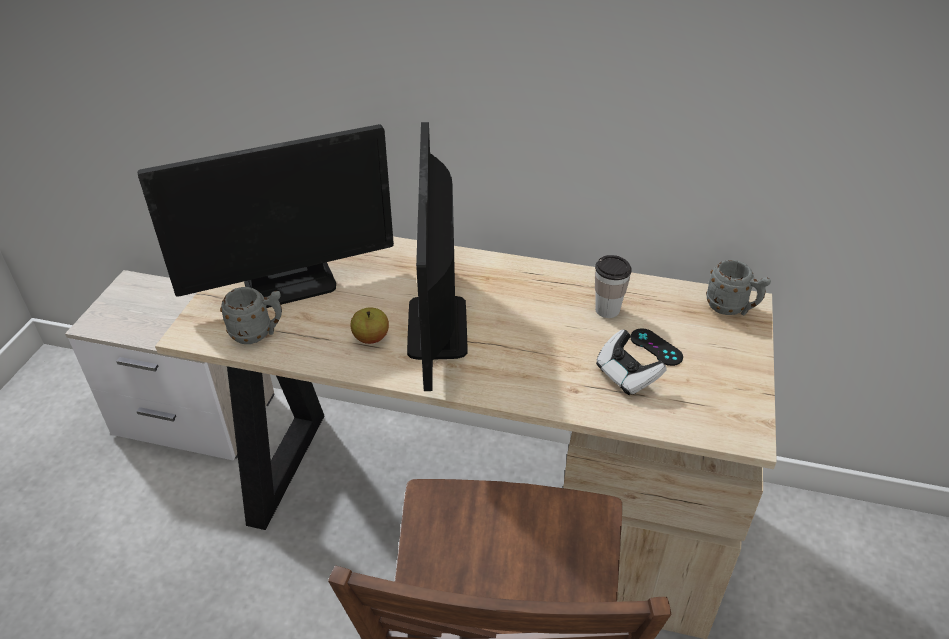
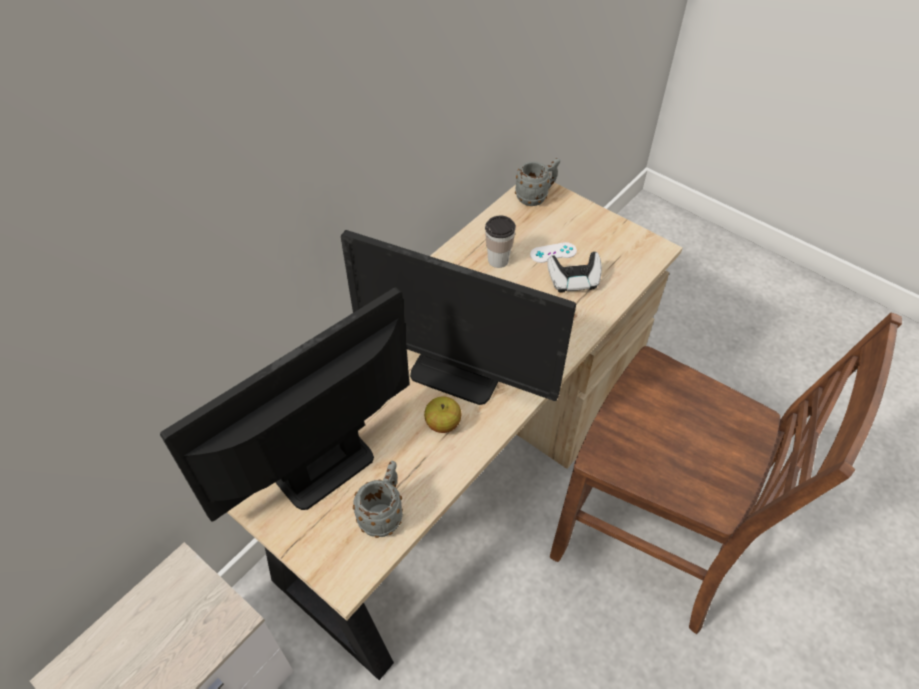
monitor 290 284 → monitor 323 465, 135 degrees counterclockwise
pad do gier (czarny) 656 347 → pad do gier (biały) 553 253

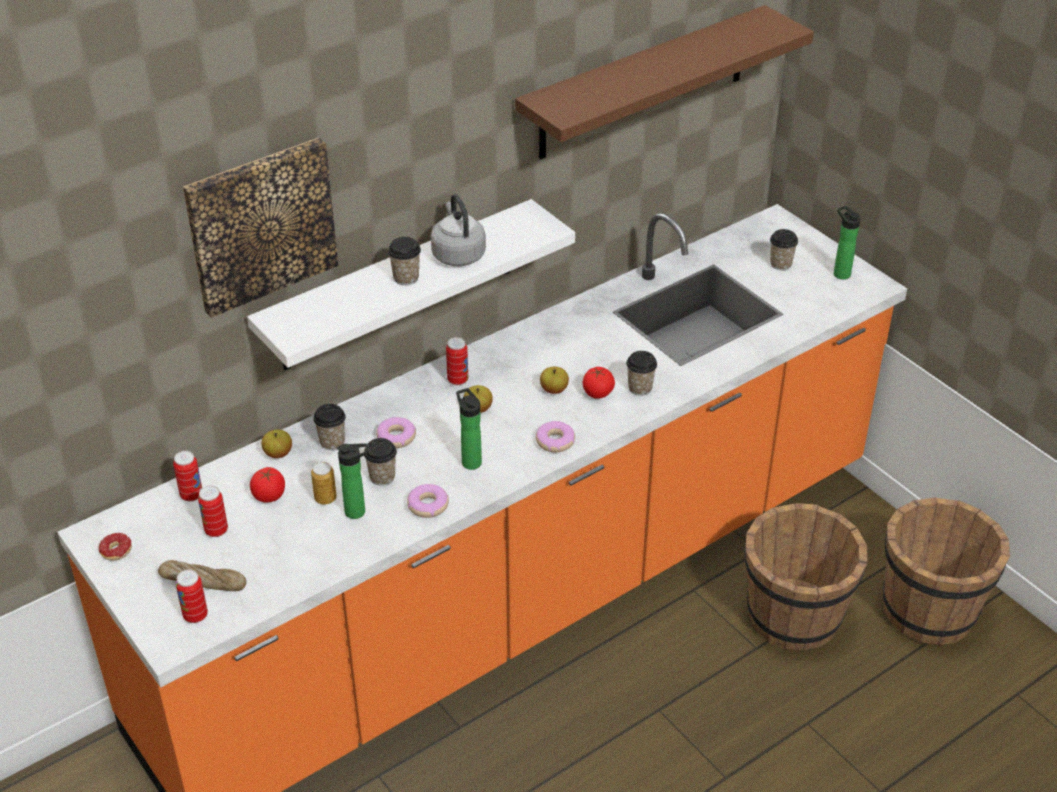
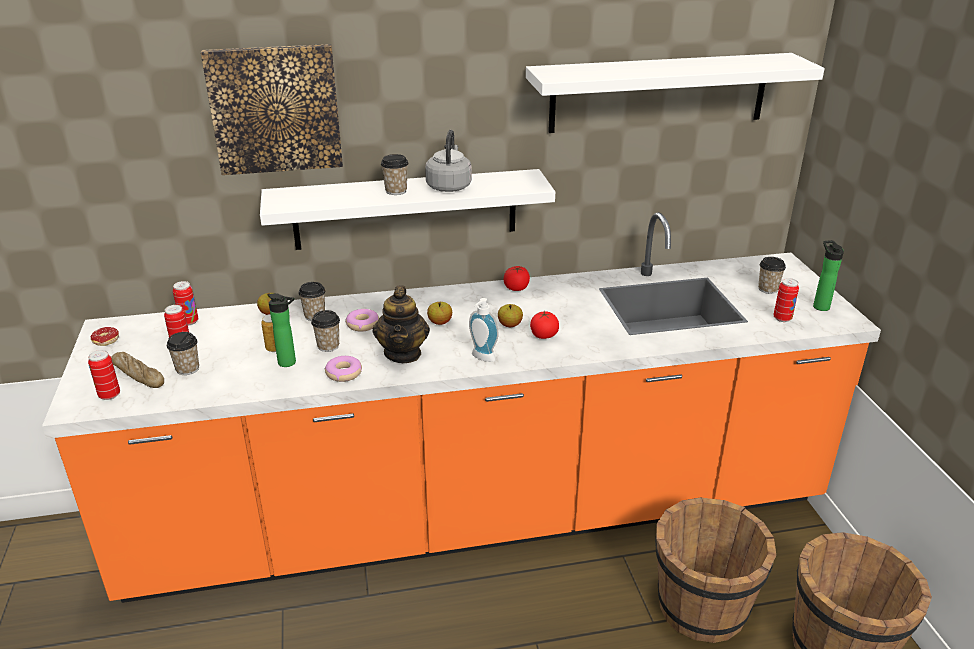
pomidor 269 495 → pomidor 516 288, shifted
puszka 457 380 → puszka 782 318, shifted
butelka 470 461 → imbryk 403 353
półka (brązowy) 643 83 → półka (biały) 659 93
donut 555 441 → dozownik mydła 481 358
filiżanka 640 388 → filiżanka 187 369, shifted

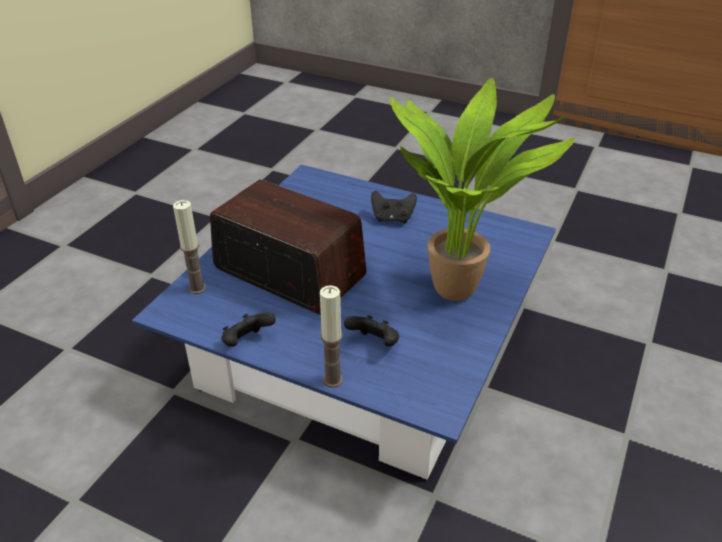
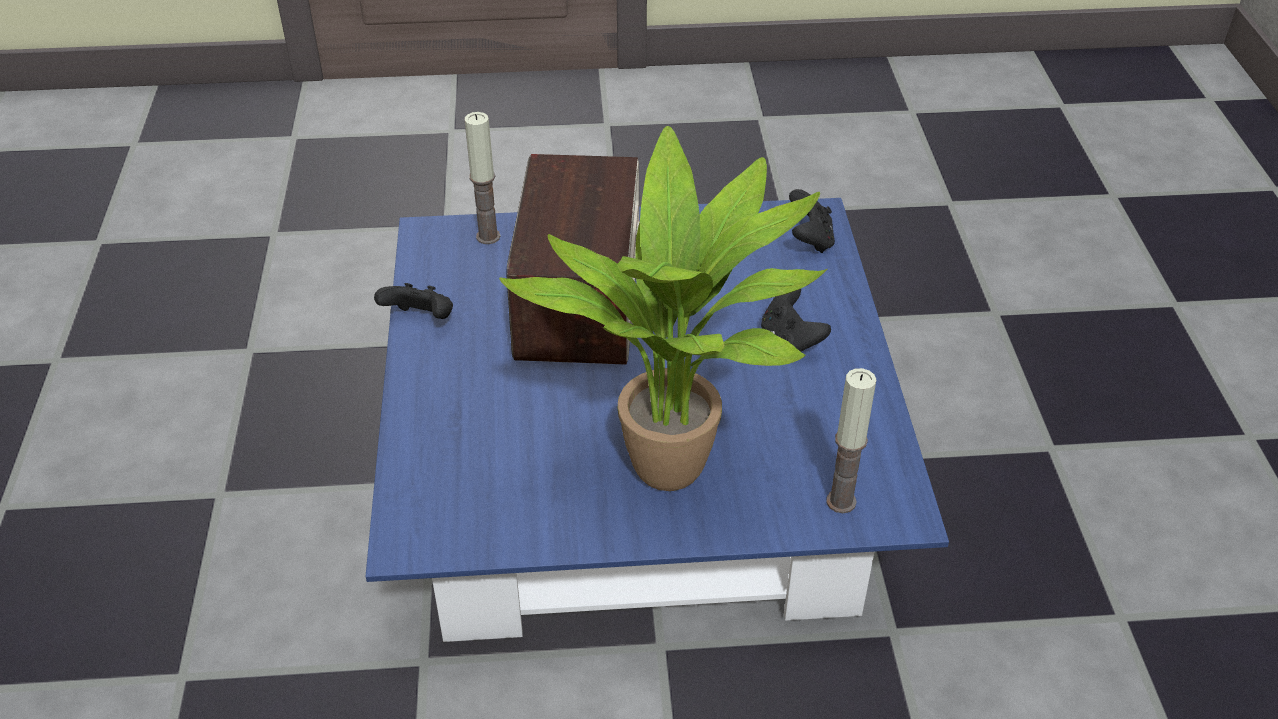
świeca 333 380 → świeca 841 501, shifted
pad do gier (czarny) 374 343 → pad do gier (czarny) 810 240, shifted

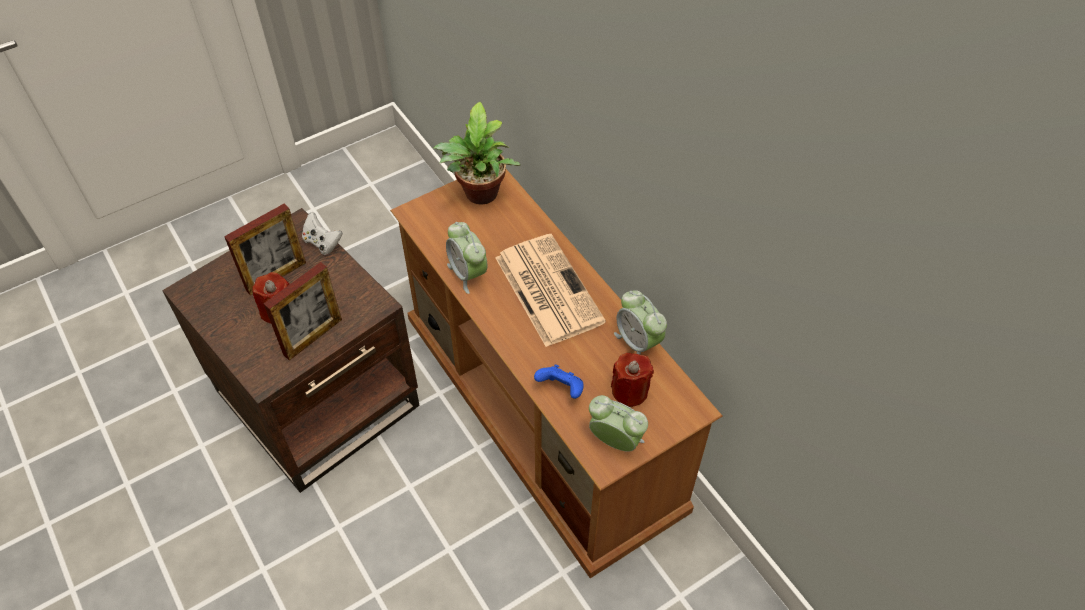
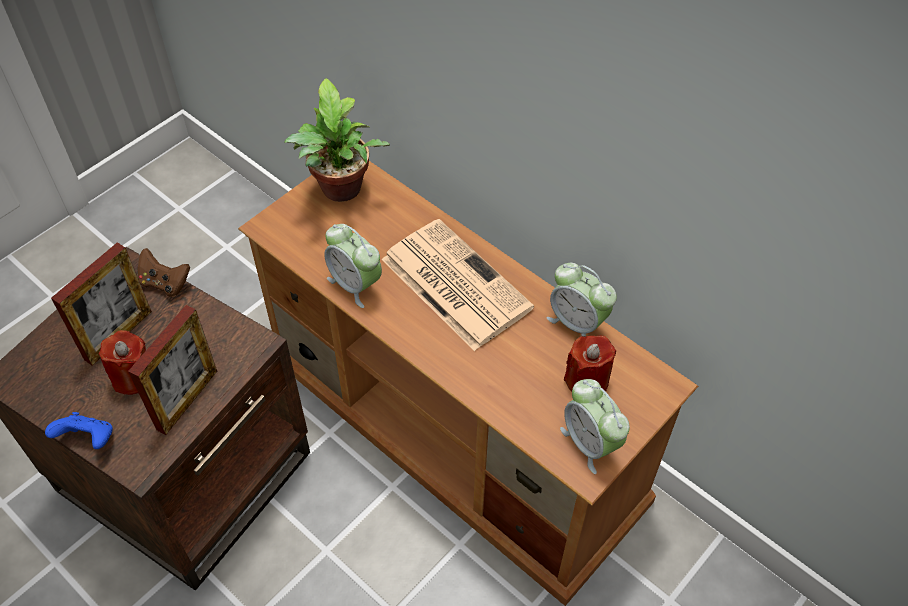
pad do gier (biały) 322 243 → pad do gier (brązowy) 165 283
pad do gier (niebieski) 561 389 → pad do gier (niebieski) 88 440, shifted
budzik 615 441 → budzik 590 443, 135 degrees counterclockwise

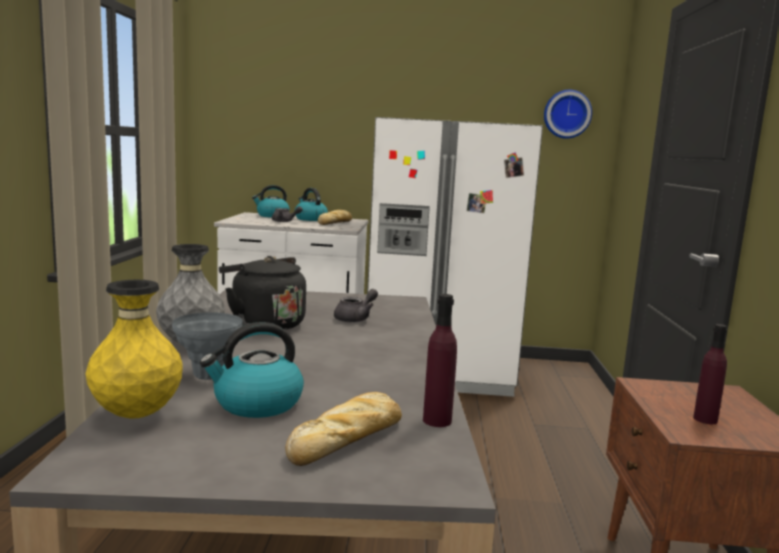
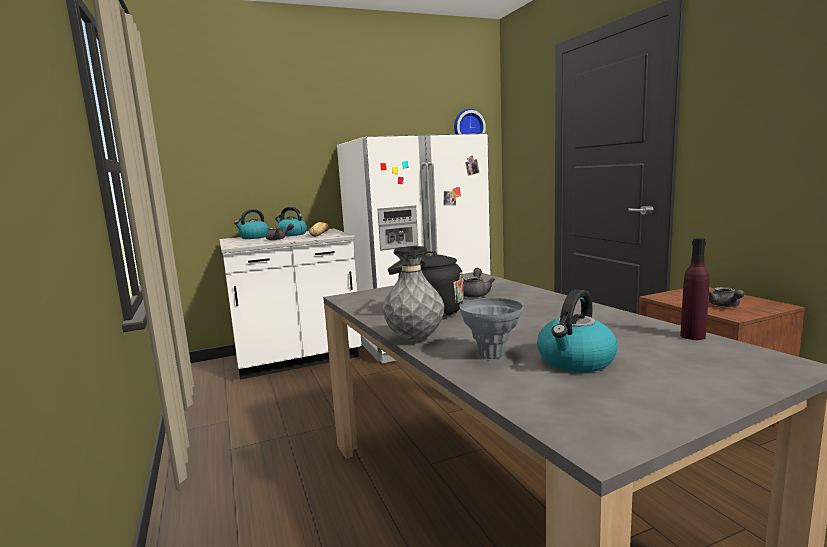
wazon (żółty) 137 415 → -
chleb 348 438 → -
butelka (fioletowy) 705 419 → imbryk (szary) 725 306

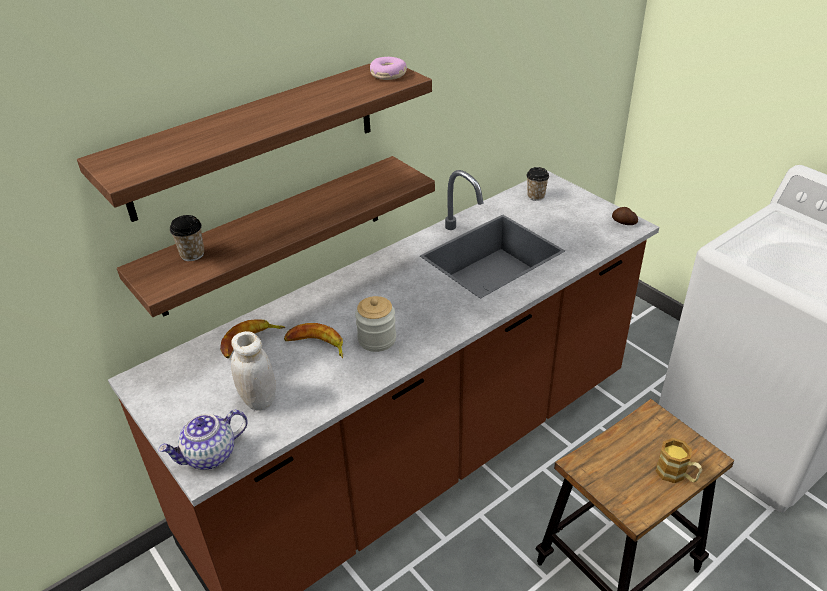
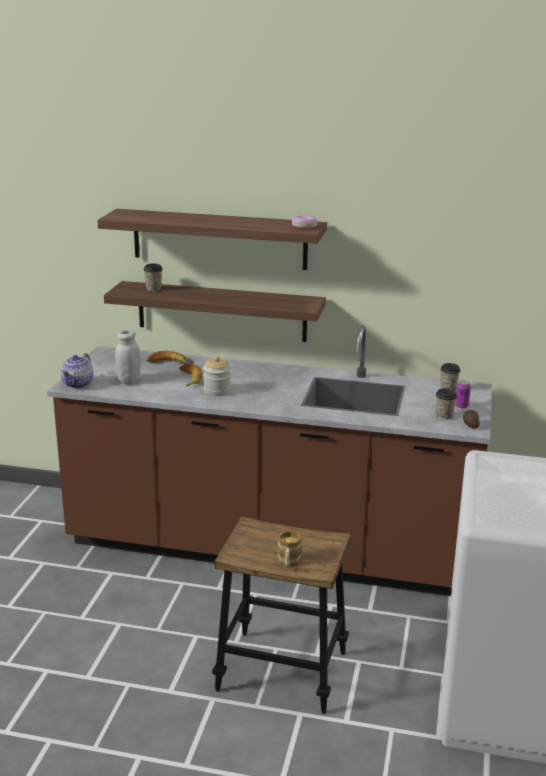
imbryk 210 456 → imbryk 78 384, 90 degrees counterclockwise
- → filiżanka 444 416
- → puszka 461 406

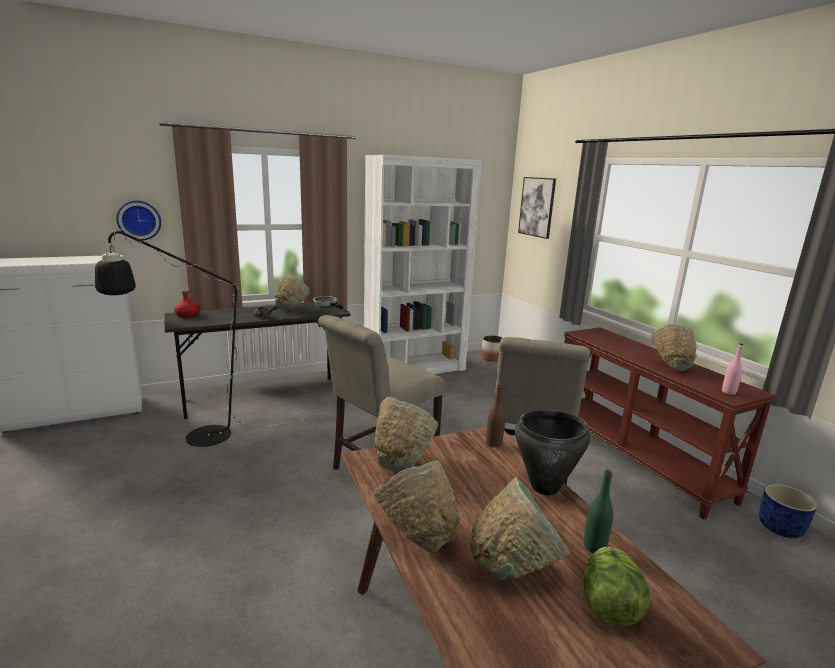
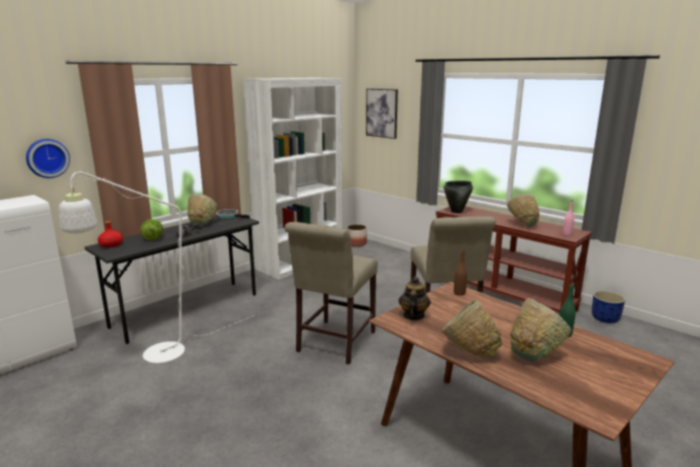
lampa stojąca (czarny) 196 438 → lampa stojąca (biały) 153 356
miska (zielony) 401 461 → imbryk 413 316
garnek (czarny) 545 487 → garnek (czarny) 457 211, shifted
sałata 609 606 → sałata 153 238, shifted

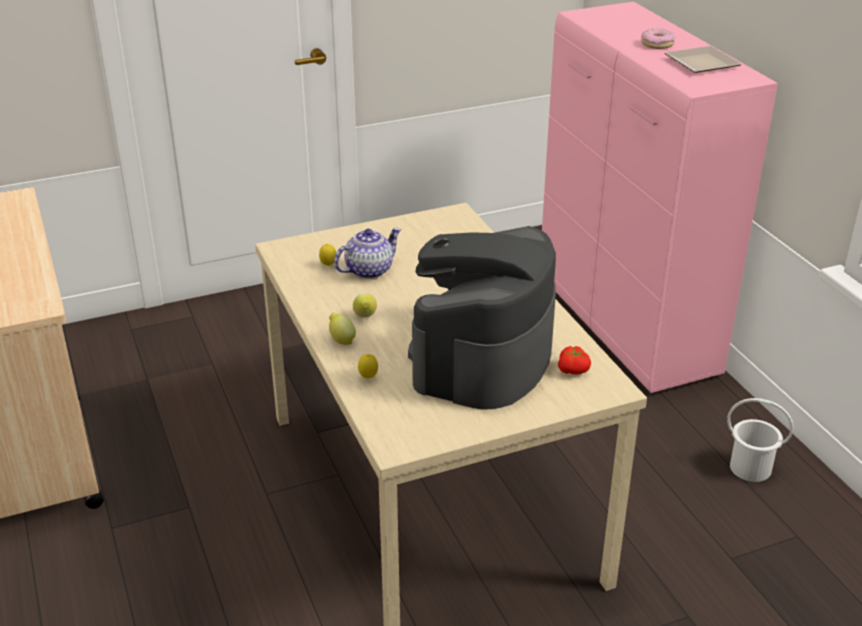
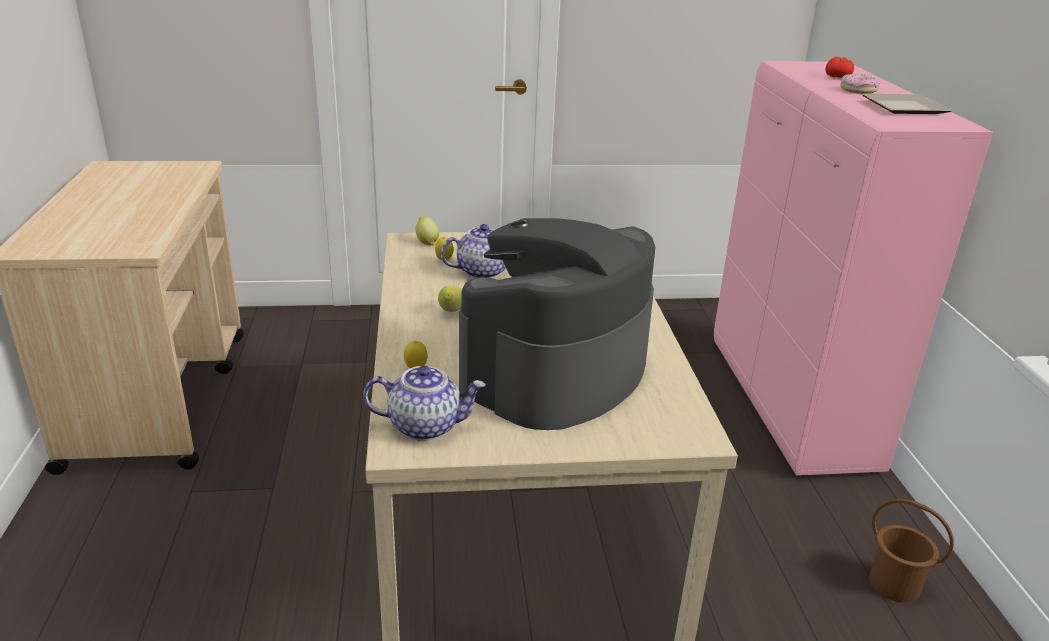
cytryna 341 340 → cytryna 426 242, shifted
pomidor 574 370 → pomidor 838 77, shifted
wiadro (biały) 750 467 → wiadro (brązowy) 894 583
- → imbryk 425 425

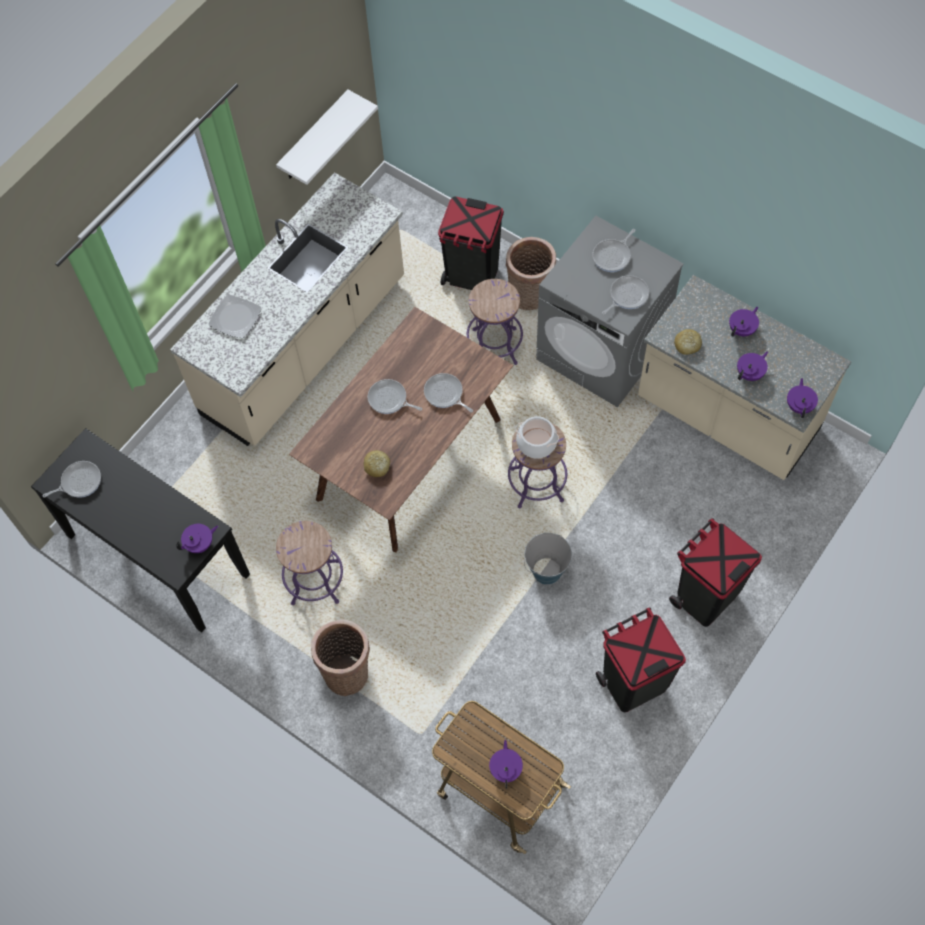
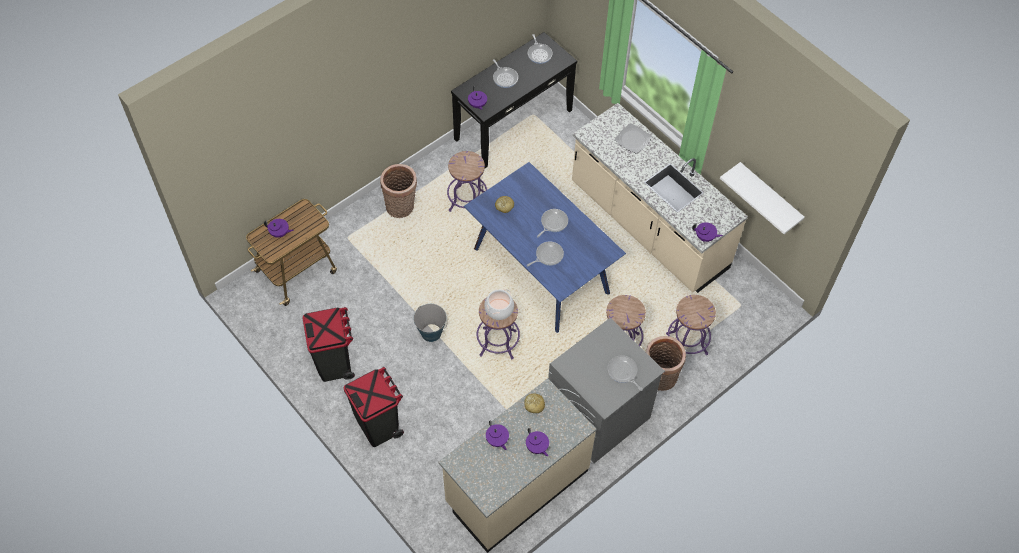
stół jadalny (brązowy) 410 460 → stół jadalny (niebieski) 540 271
kosz na śmieci (czarny) 472 276 → stołek (fioletowy) 686 343
patelnia 627 296 → patelnia 505 78, shifted
imbryk (fioletowy) 799 405 → imbryk (fioletowy) 705 237, shifted

